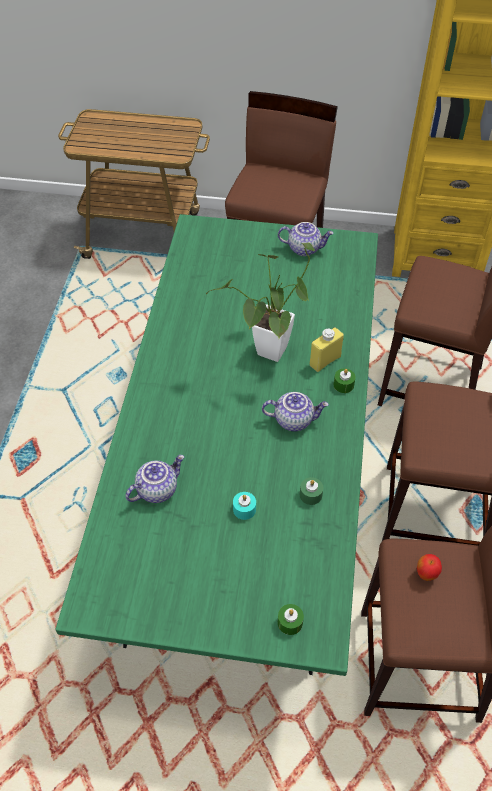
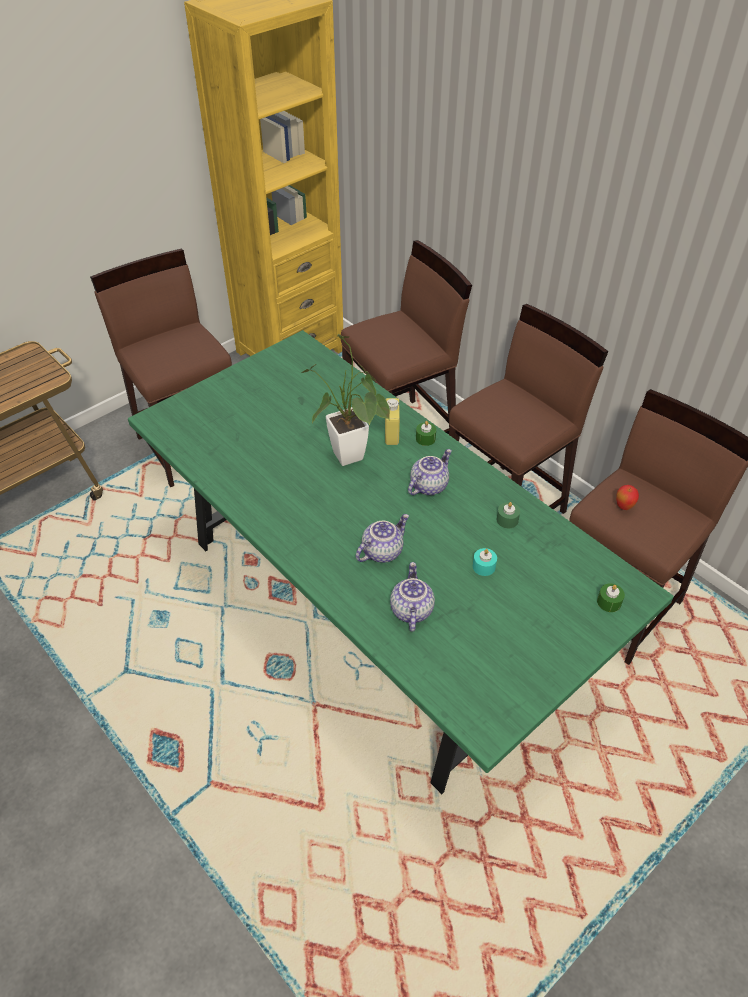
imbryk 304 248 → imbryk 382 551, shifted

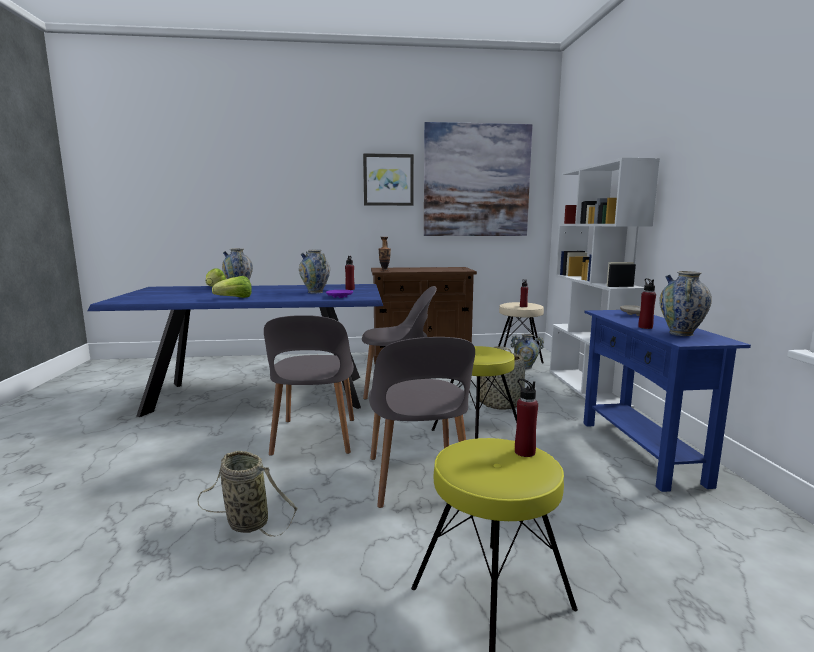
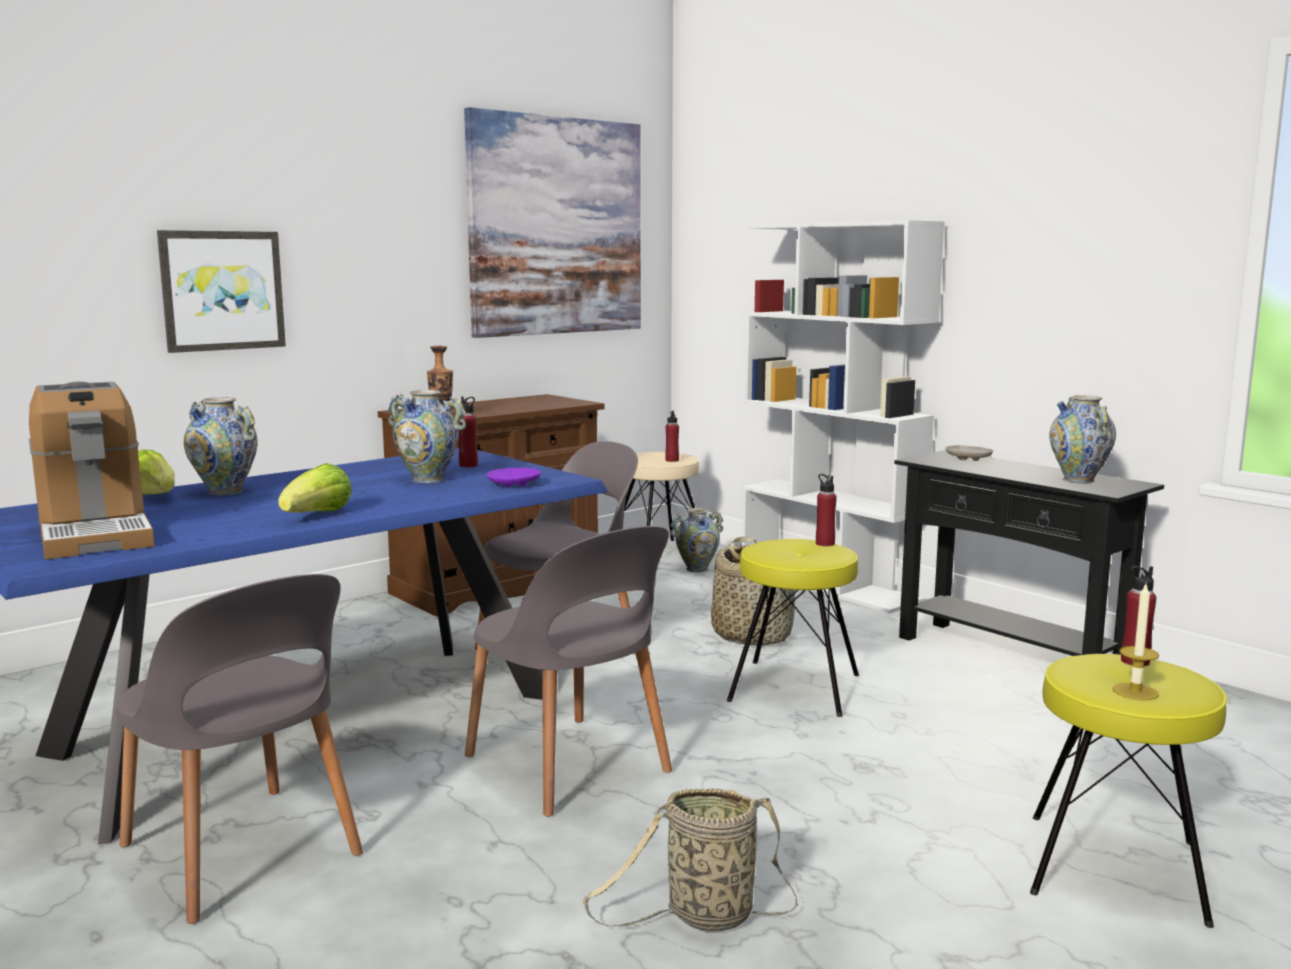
obraz 388 180 → obraz 222 290, shifted
krzesło (szary) 418 479 → krzesło (szary) 242 853, shifted
stolik konsolowy (niebieski) 640 451 → stolik konsolowy (czarny) 1008 656
butelka (czerwony) 645 327 → butelka (czerwony) 825 543, shifted
- → ekspres do kawy 94 533
- → świeca 1135 692

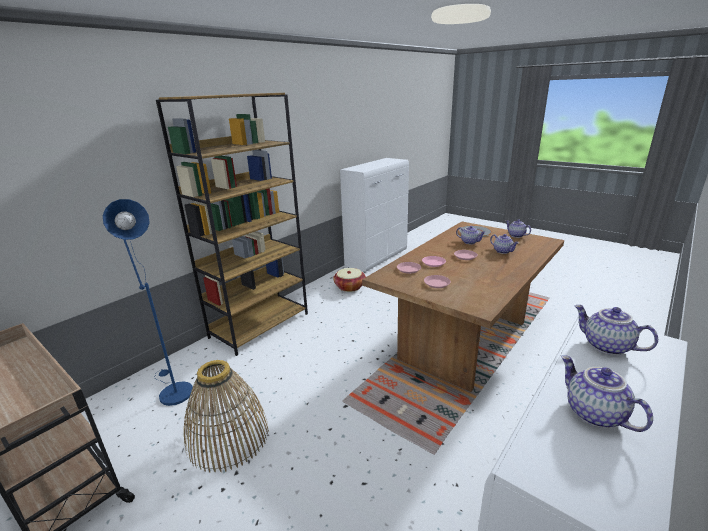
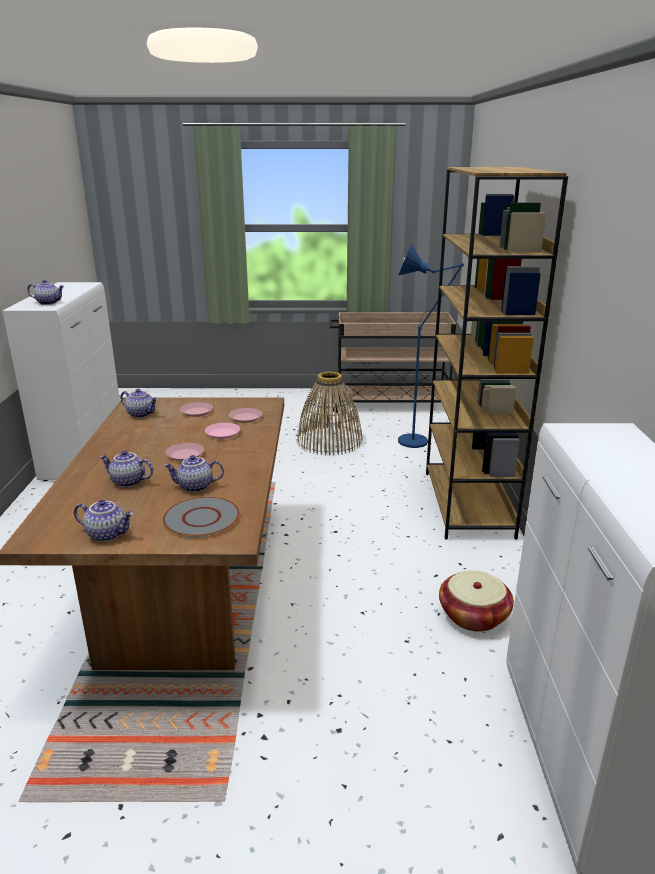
imbryk 593 414 → imbryk 141 414, shifted

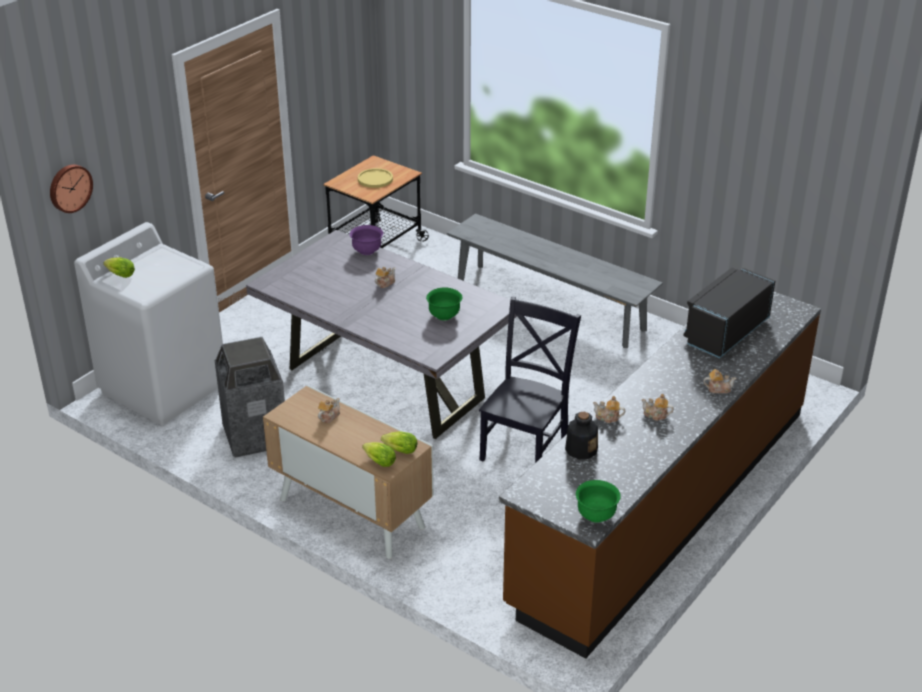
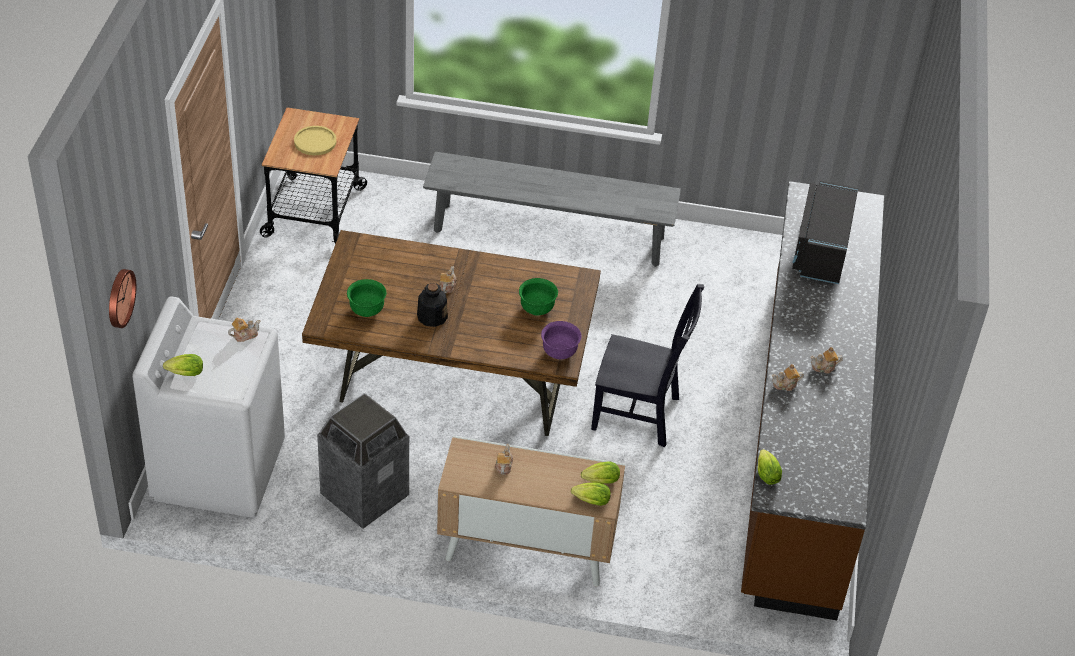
stół jadalny (szary) 384 384 → stół jadalny (brązowy) 451 387
miska (fioletowy) 367 251 → miska (fioletowy) 559 352, shifted
krzesło (czarny) 526 447 → krzesło (czarny) 639 415, 105 degrees clockwise
butelka 581 449 → butelka 432 316, shifted
miska (zielony) 596 515 → miska (zielony) 367 310, shifted
imbryk 718 389 → imbryk 245 335, shifted
- → sałata 766 473

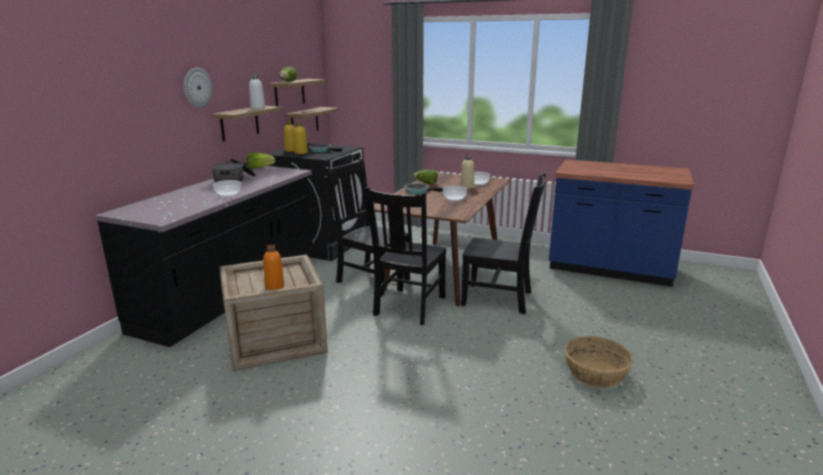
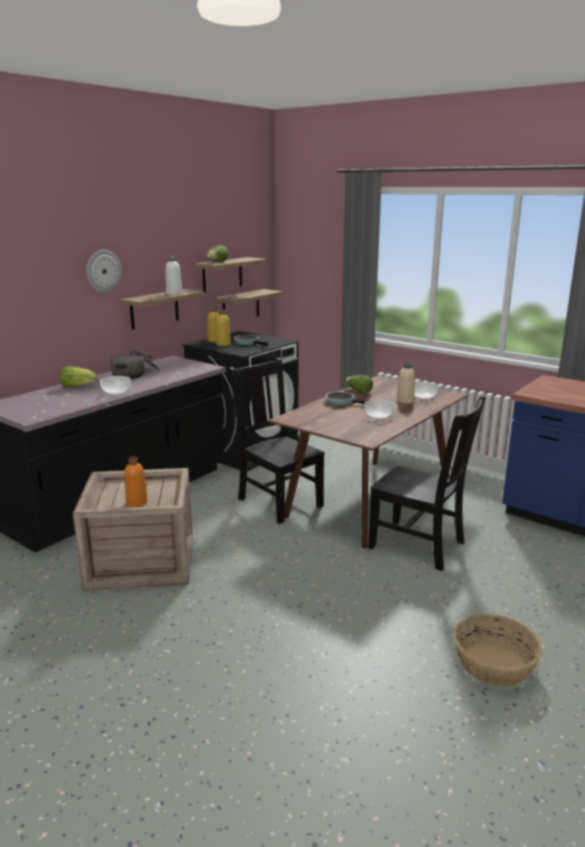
sałata 259 168 → sałata 77 386, shifted
krzesło (czarny) 409 307 → -

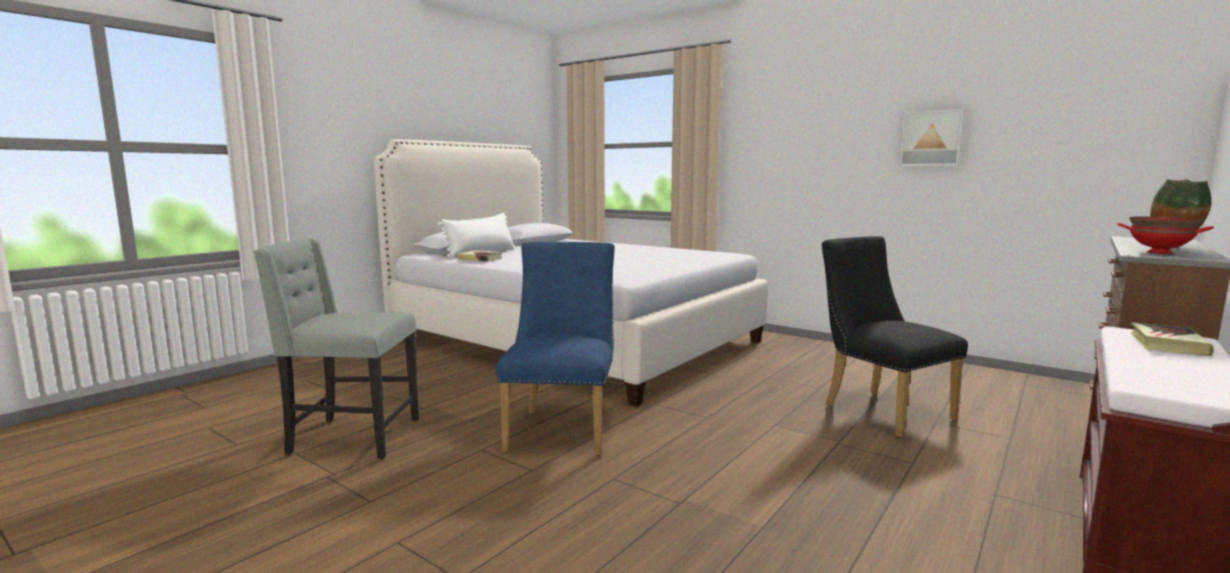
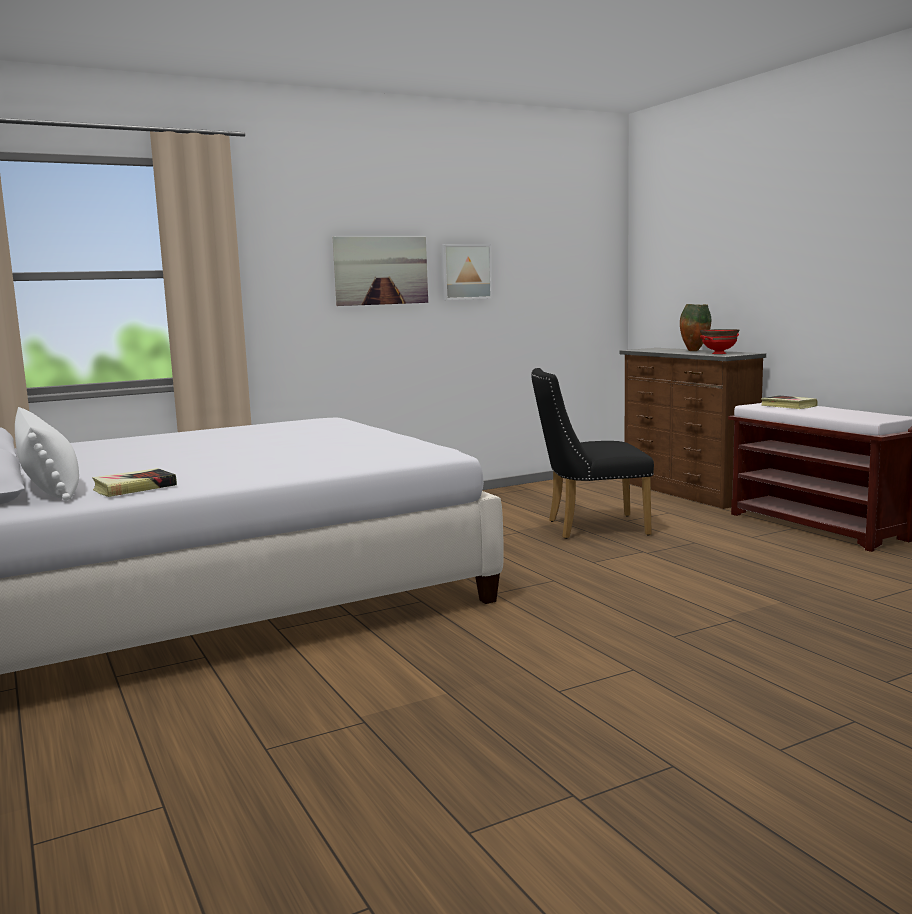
krzesło (szary) 352 437 → -
krzesło (niebieski) 562 428 → -
- → obraz 381 270

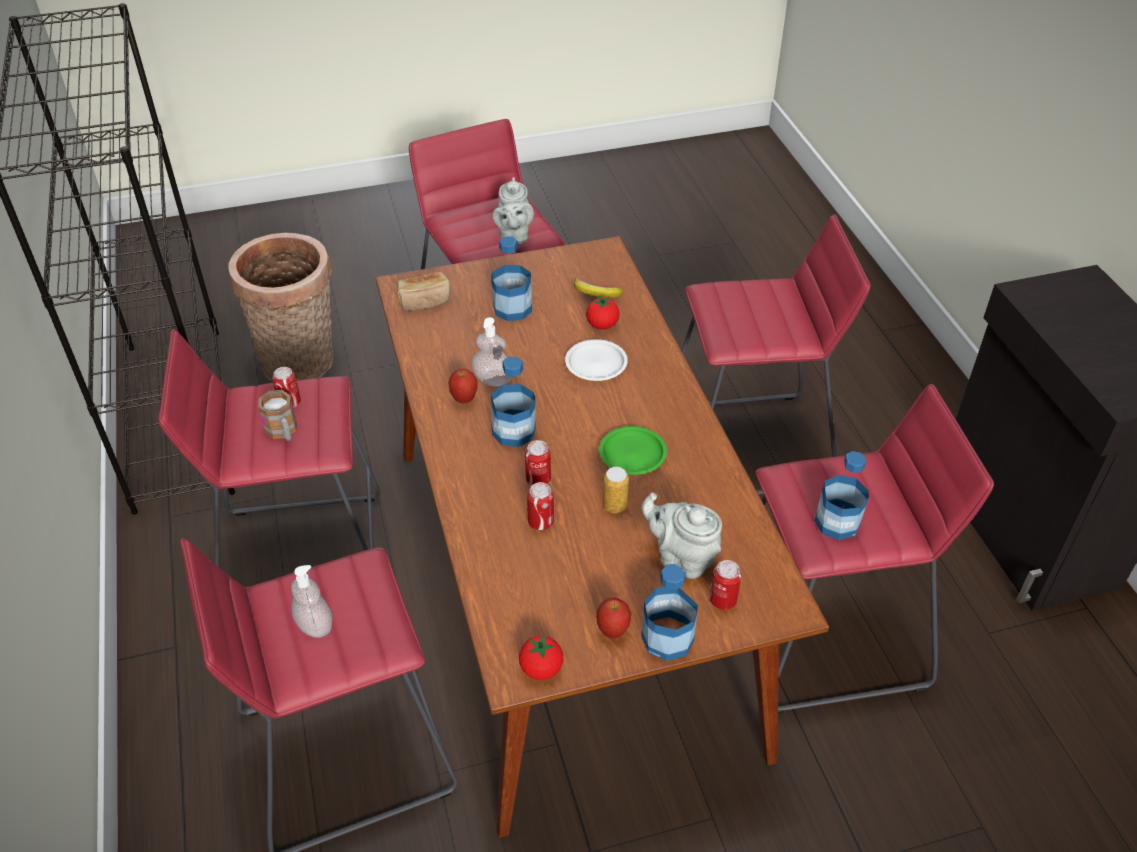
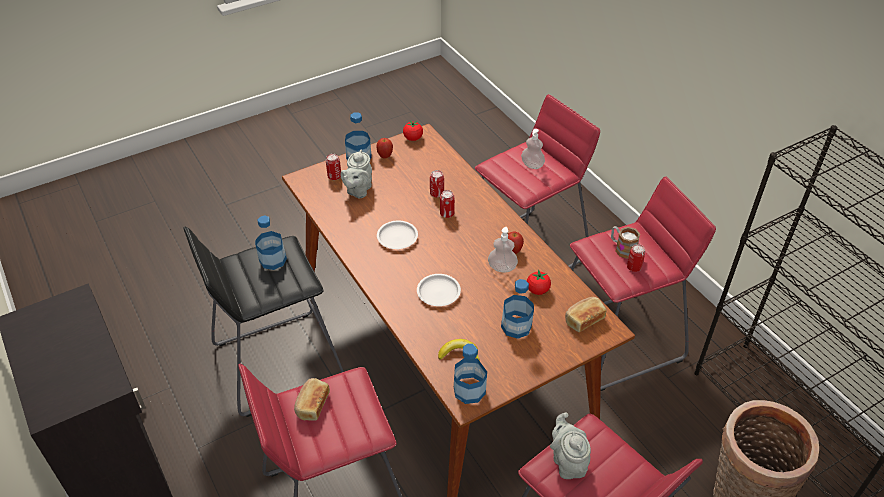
butelka 513 431 → butelka 469 390, shifted
pomidor 602 325 → pomidor 537 290, shifted
talerz (zielony) 632 454 → talerz (biały) 397 237
puszka 615 505 → -
imbryk (szary) 681 557 → imbryk (szary) 358 190, 90 degrees clockwise
stołek (czerwony) 824 636 → stołek (czarny) 277 362
- → chleb 312 405

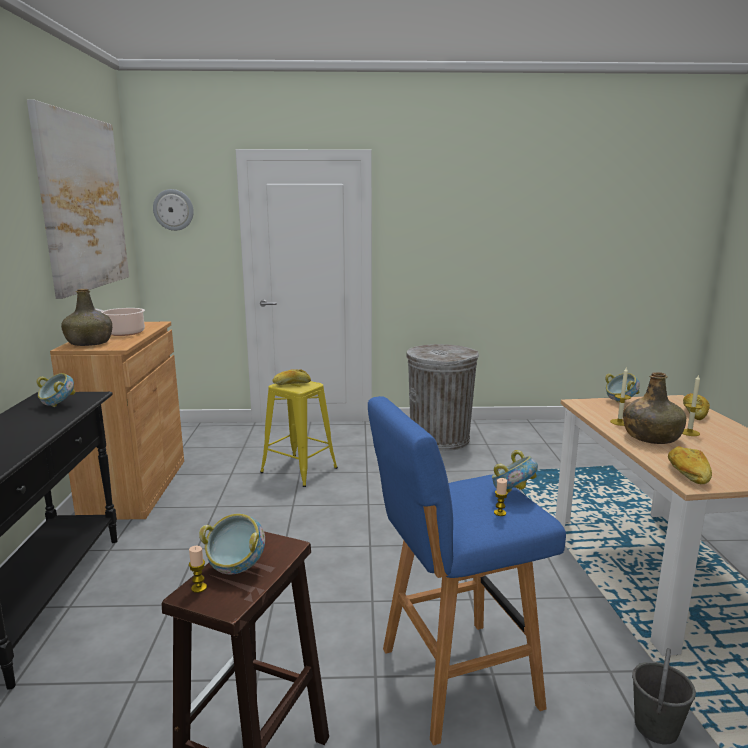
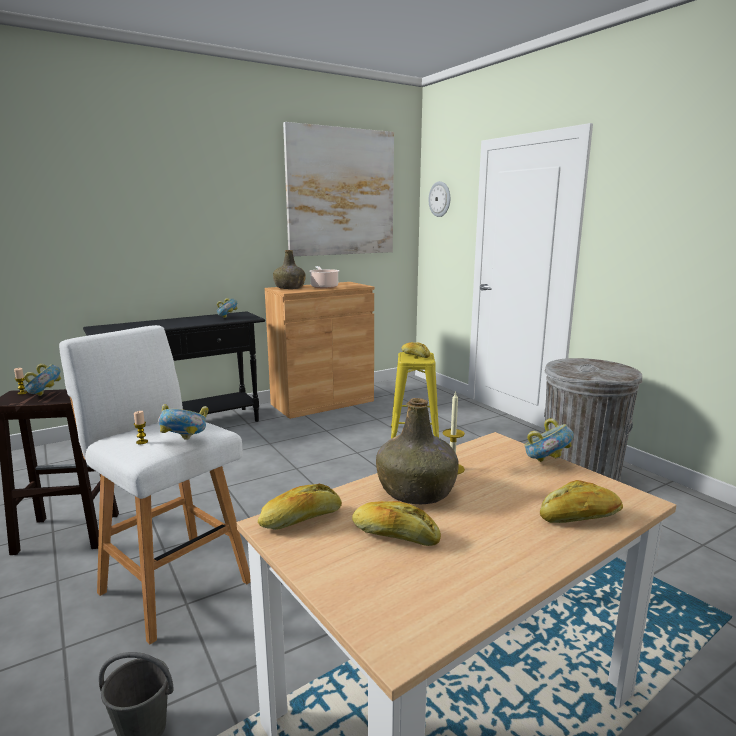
stołek (niebieski) 453 678 → stołek (biały) 172 584
świeca 689 432 → -
- → chleb 394 535

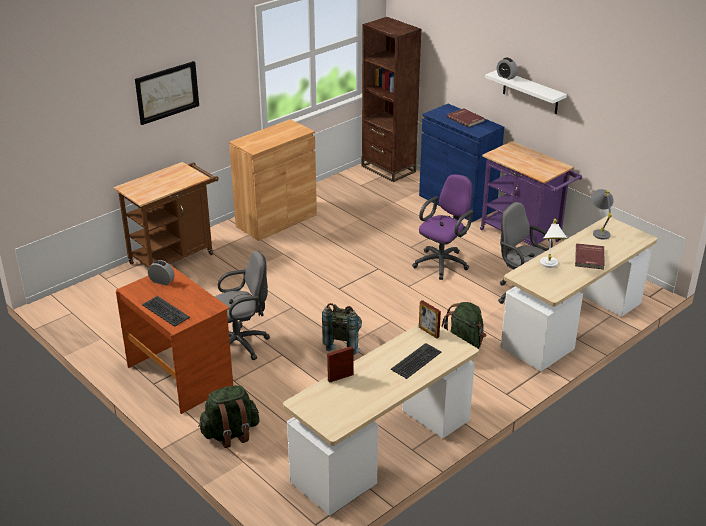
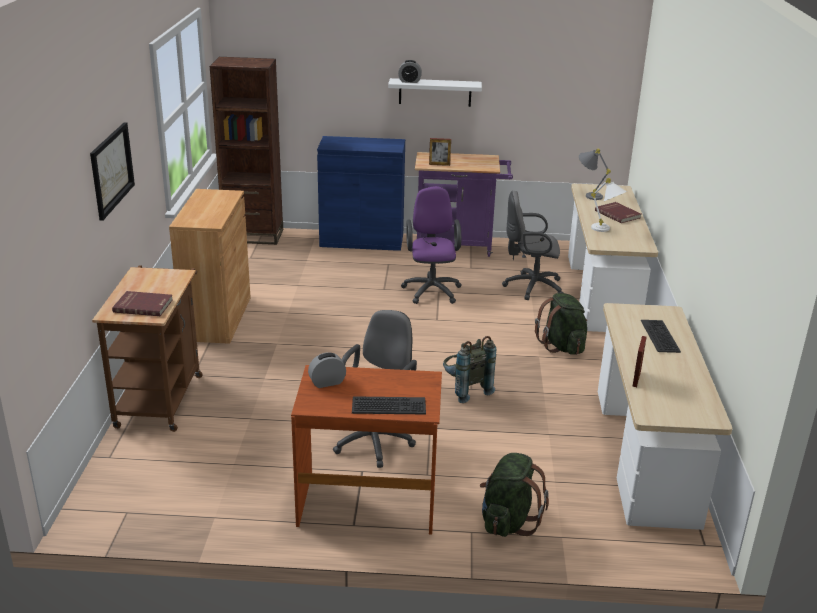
ramka na zdjęcie 428 332 → ramka na zdjęcie 439 164, shifted
książka (czerwony) 466 119 → książka (czerwony) 143 305, shifted

